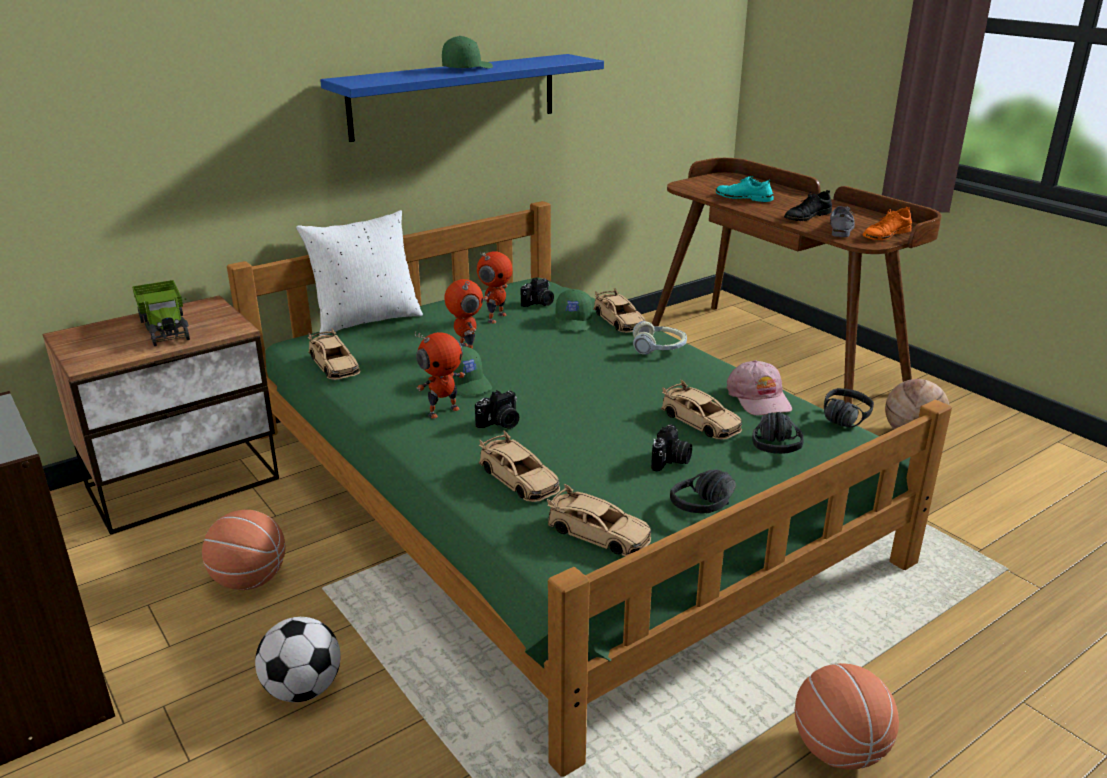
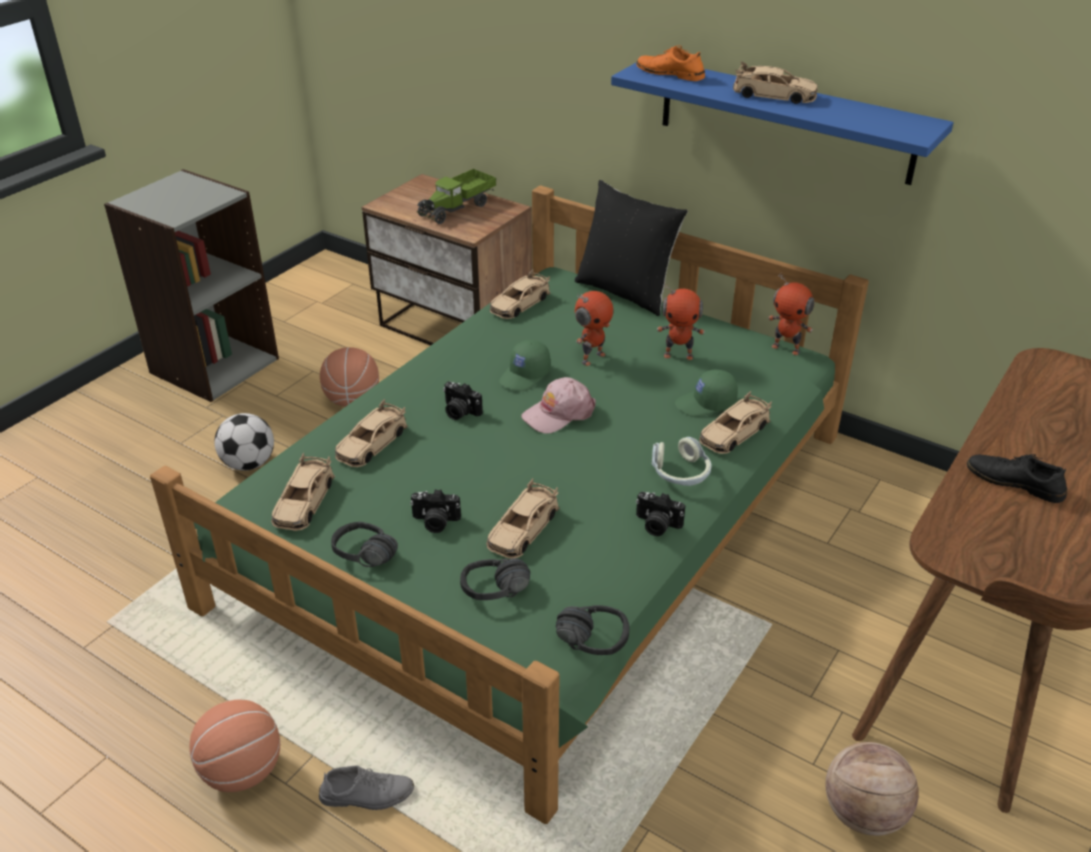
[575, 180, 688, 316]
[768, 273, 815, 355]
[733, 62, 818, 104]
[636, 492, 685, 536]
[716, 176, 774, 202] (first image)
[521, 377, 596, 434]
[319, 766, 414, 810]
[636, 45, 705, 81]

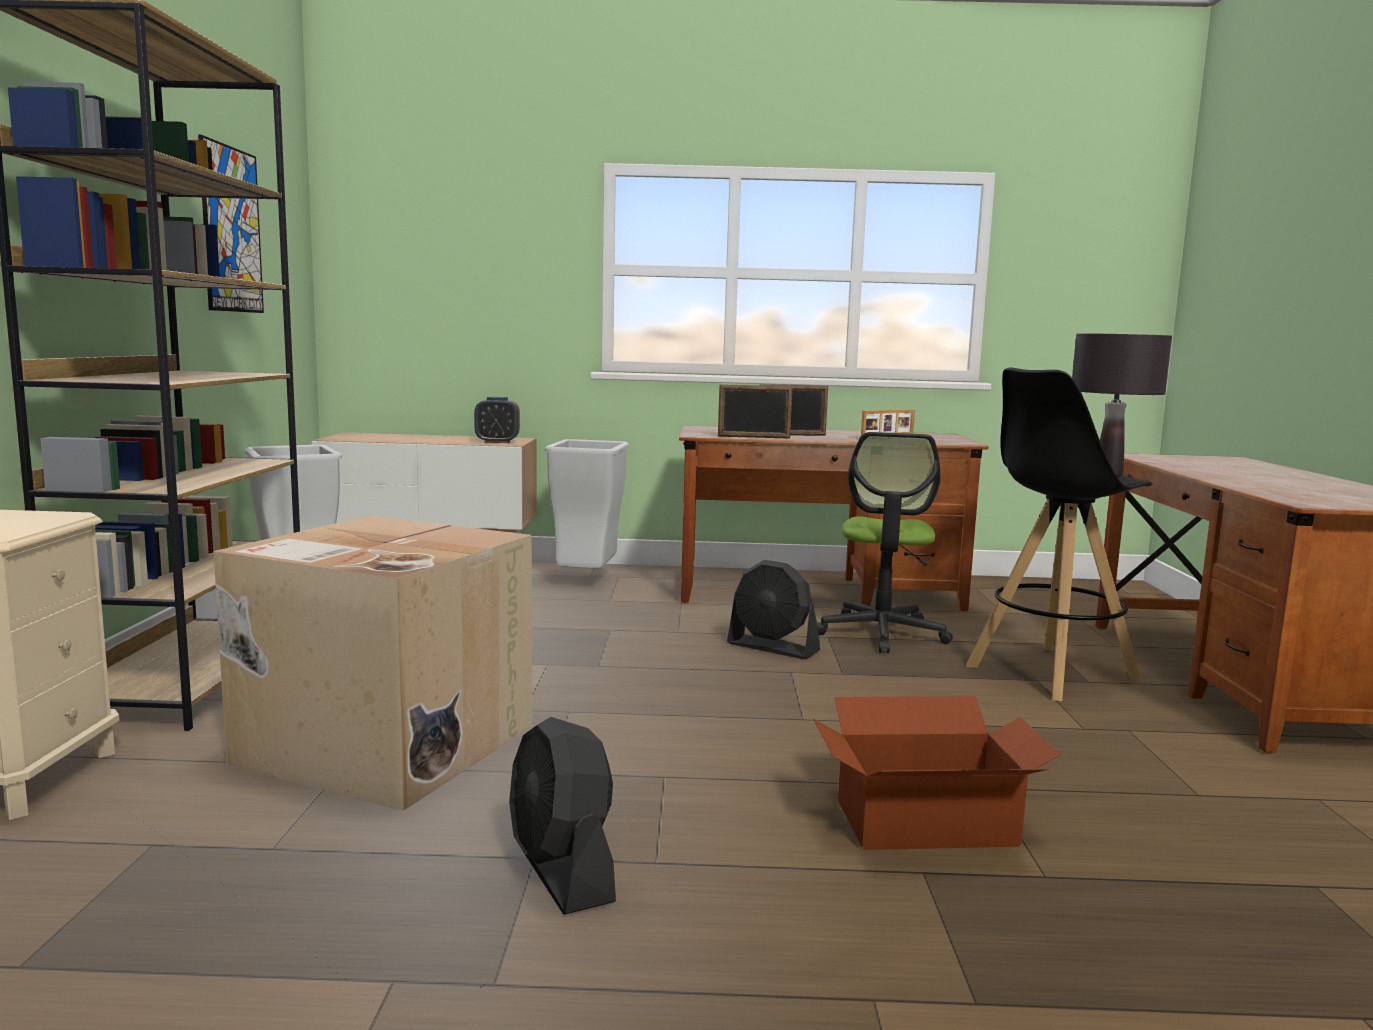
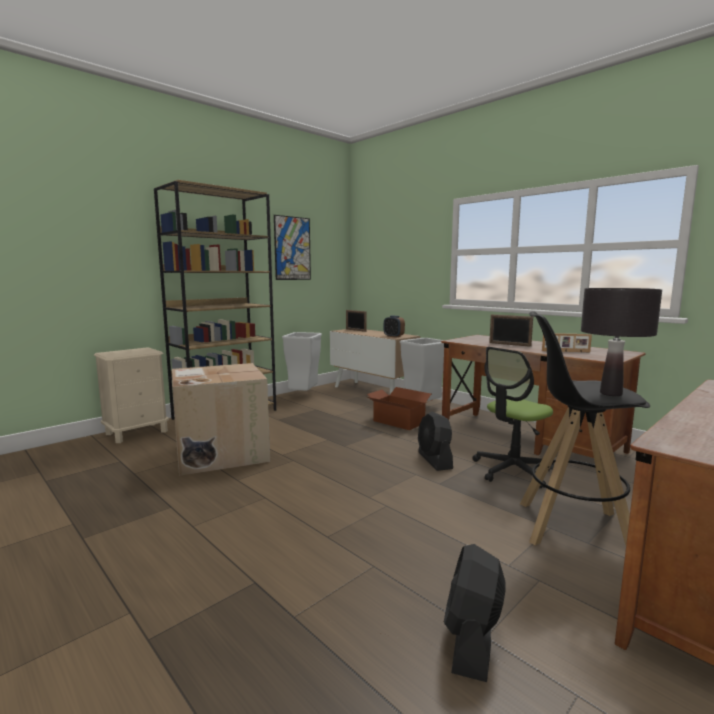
[444, 544, 506, 682]
[346, 310, 367, 332]
[367, 387, 432, 430]

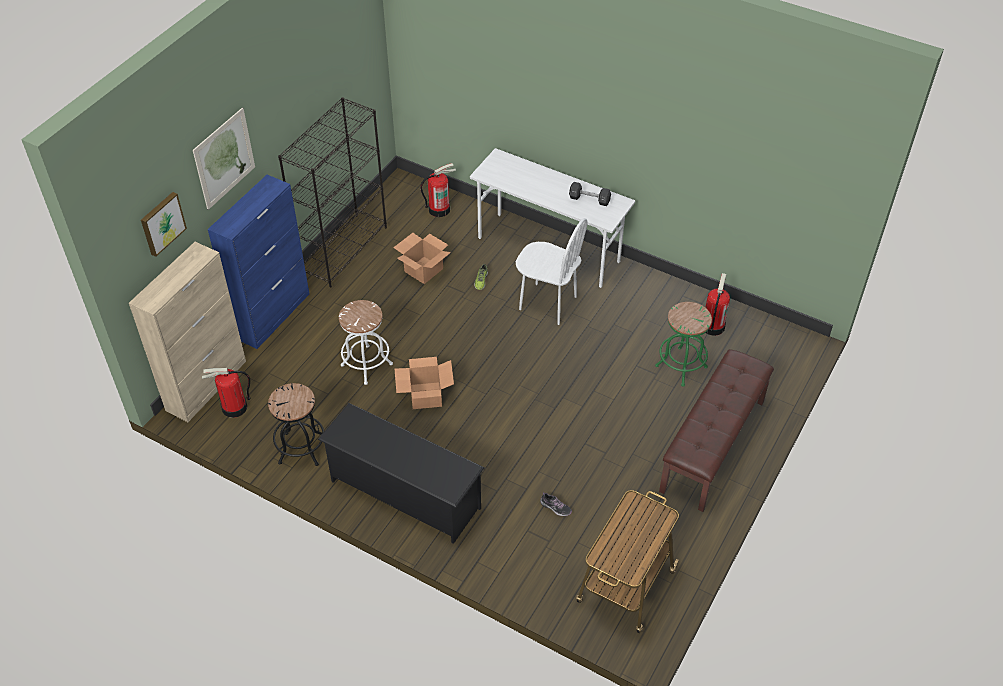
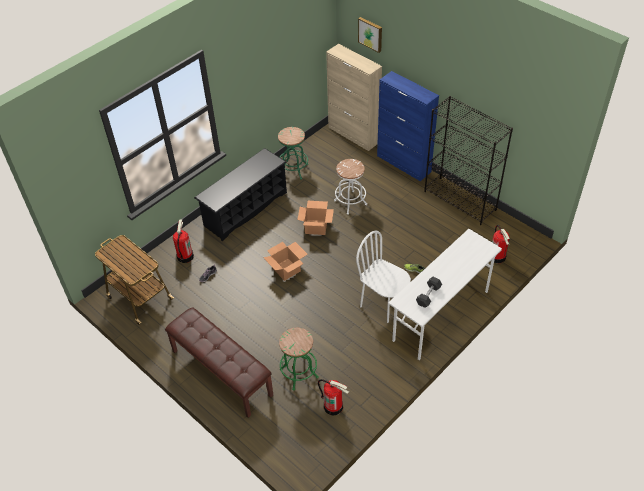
[193, 108, 255, 210] (first image)
[173, 219, 194, 263]
[278, 127, 308, 180]
[263, 242, 308, 281]
[356, 231, 411, 323]

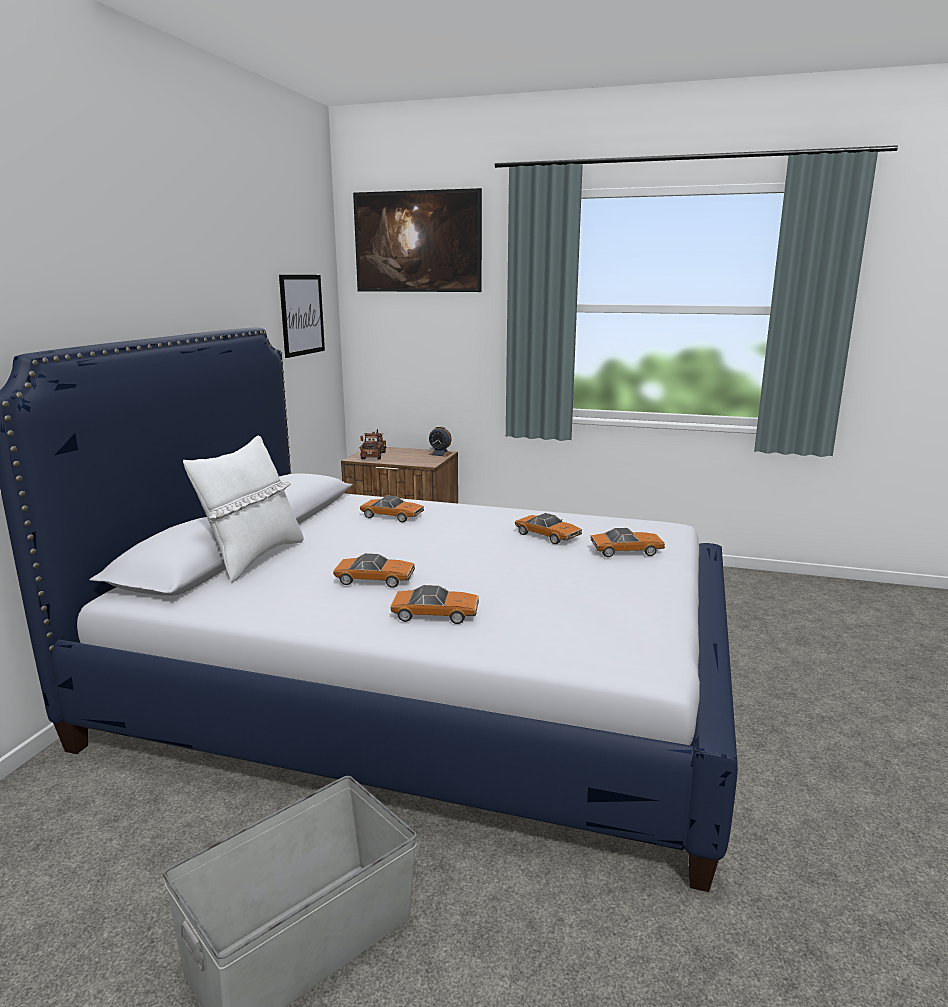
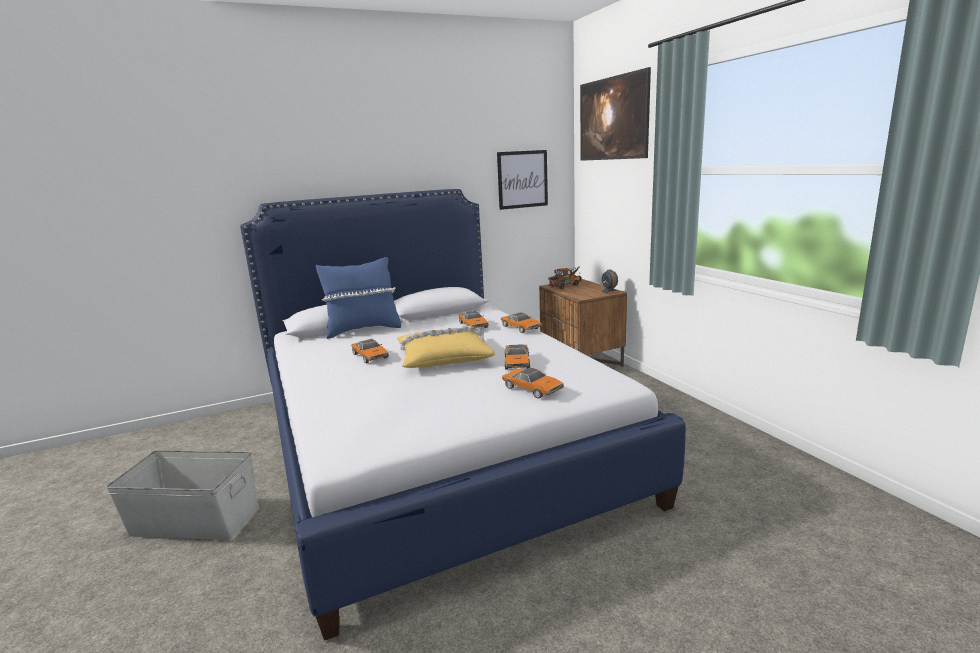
[316, 257, 401, 339]
[501, 312, 542, 333]
[397, 326, 495, 368]

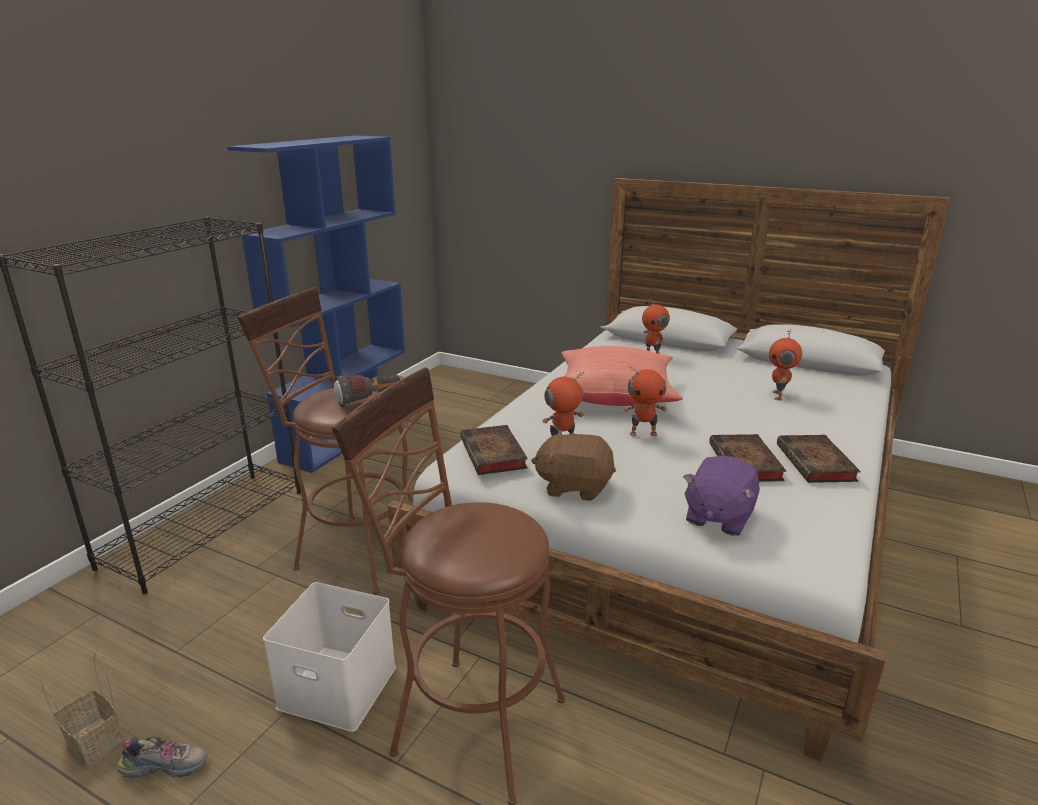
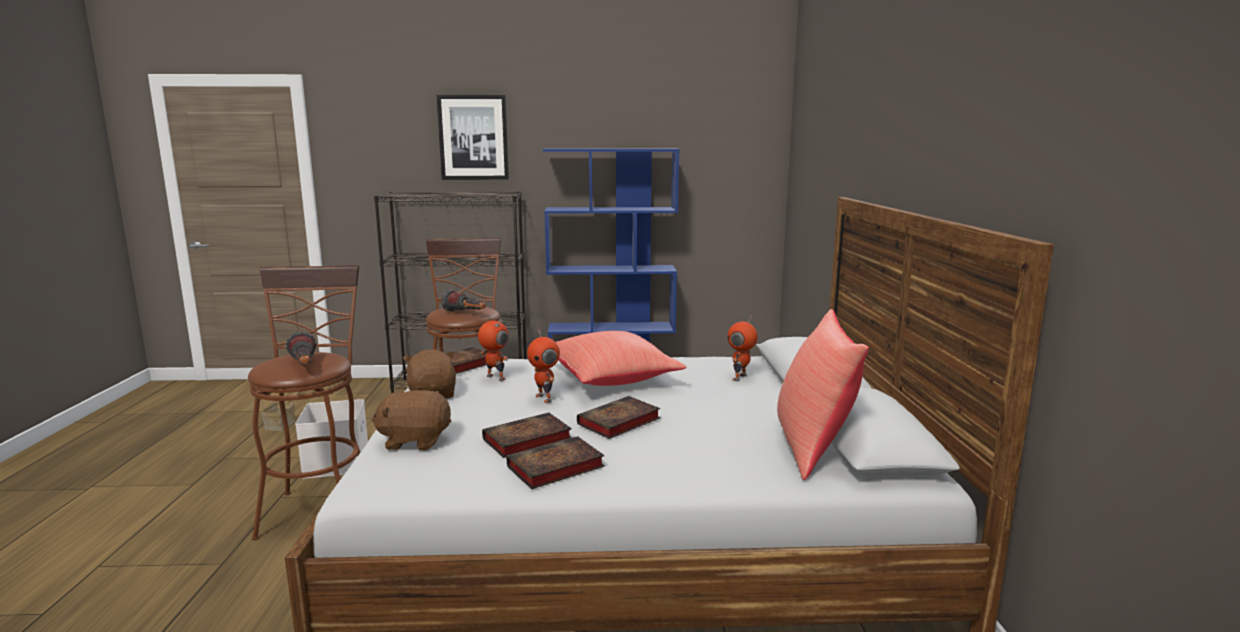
[117, 736, 207, 778] (first image)
[371, 389, 451, 450]
[769, 330, 802, 401] (first image)
[286, 332, 317, 365]
[437, 95, 509, 180]
[577, 396, 661, 439]
[777, 309, 869, 480]

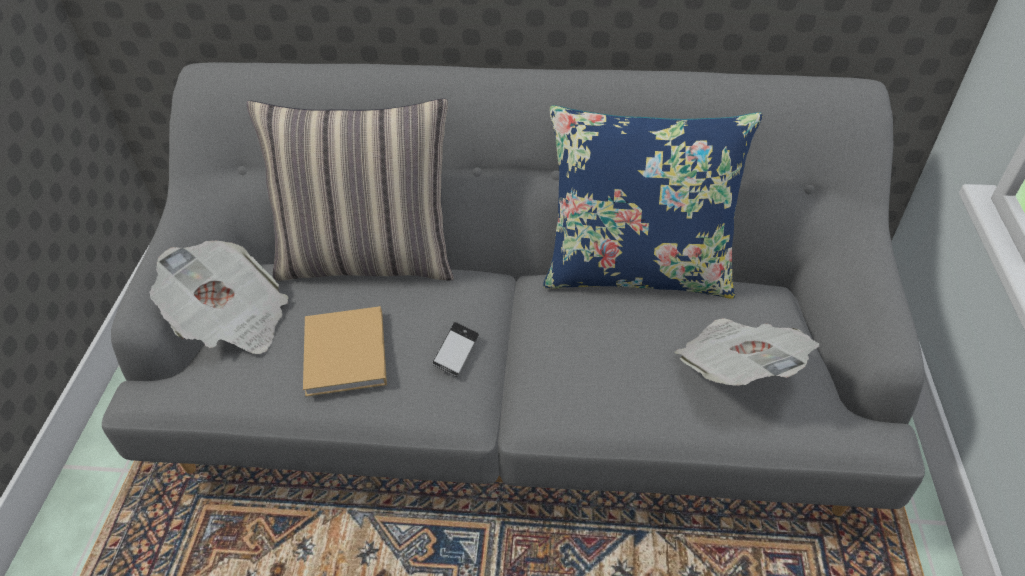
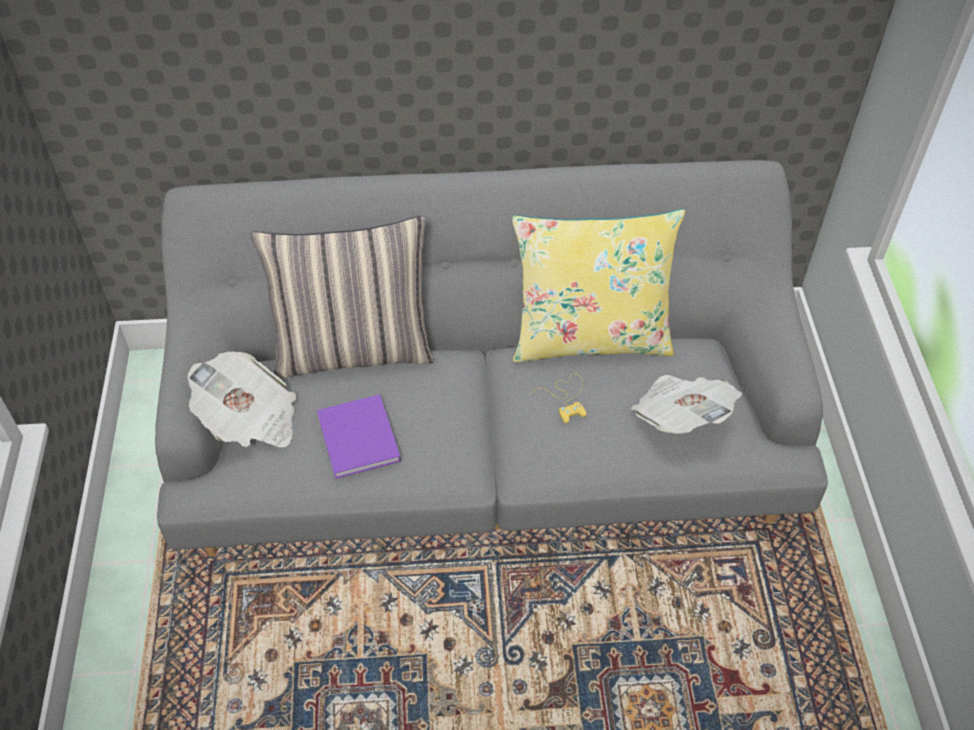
[317, 394, 401, 479]
[432, 322, 479, 377] (first image)
[512, 209, 685, 362]
[530, 374, 587, 424]

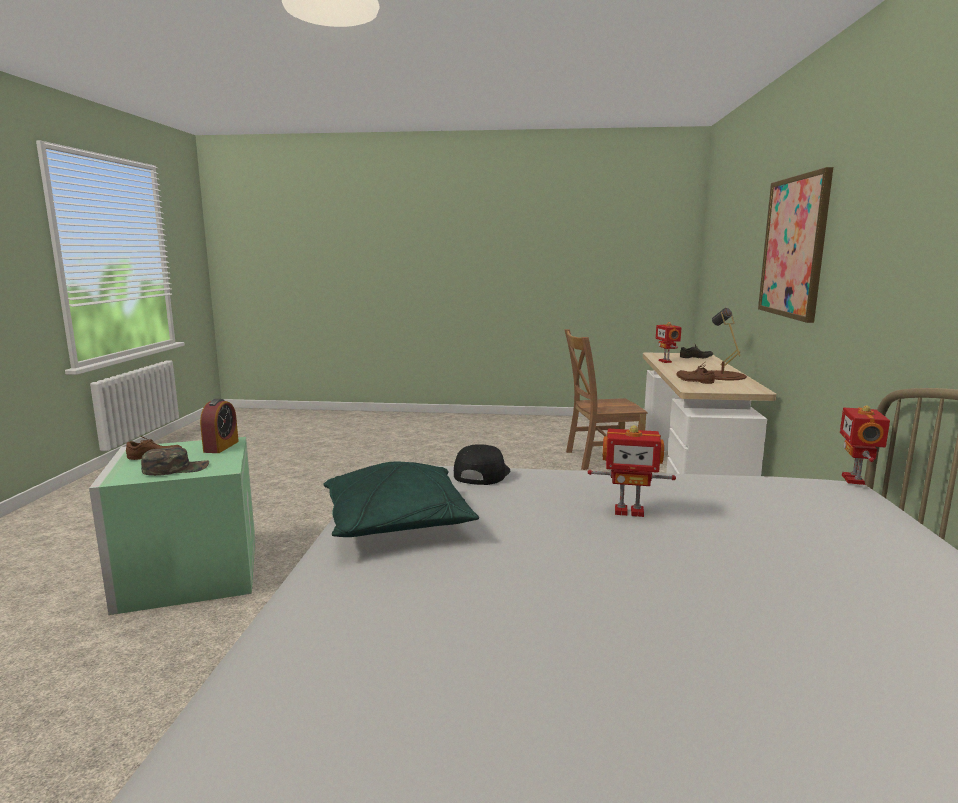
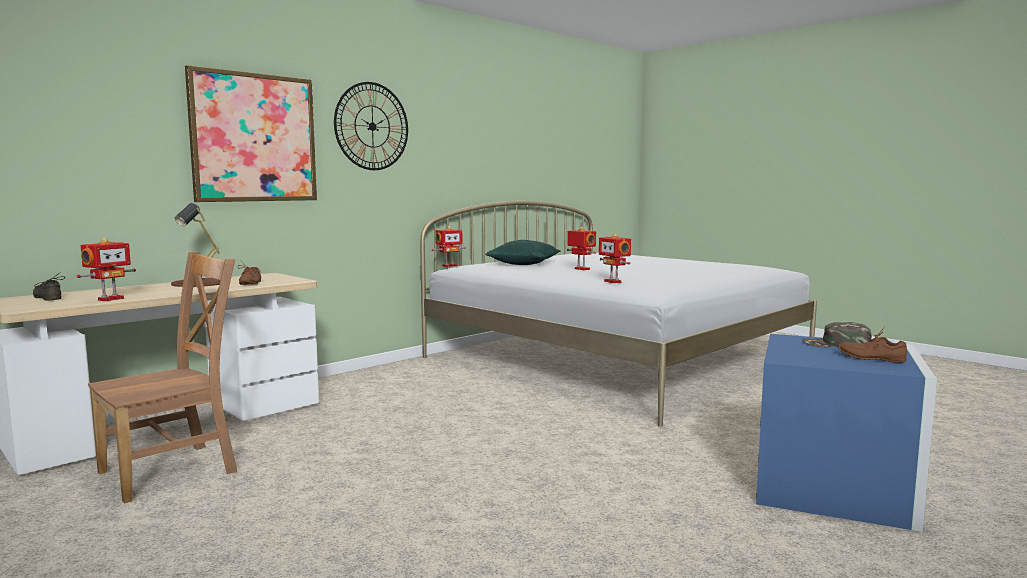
[756, 334, 937, 532]
[200, 399, 239, 453] (first image)
[485, 240, 561, 265]
[599, 233, 631, 283]
[88, 252, 237, 503]
[334, 82, 408, 170]

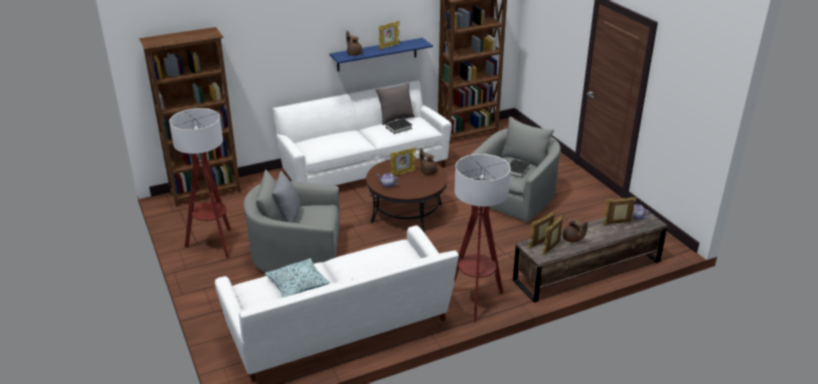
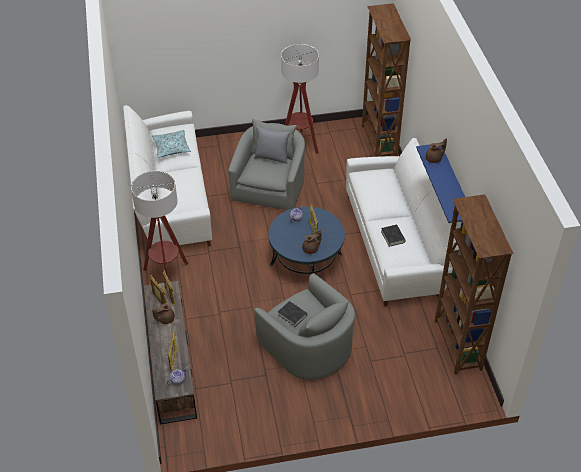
[269, 207, 345, 274]
[376, 83, 415, 125] (first image)
[378, 21, 400, 50] (first image)

